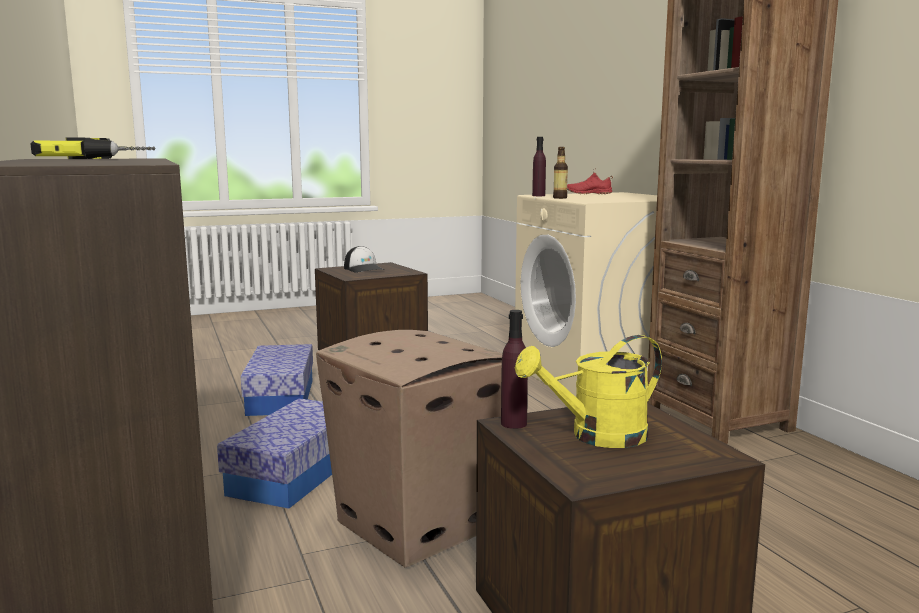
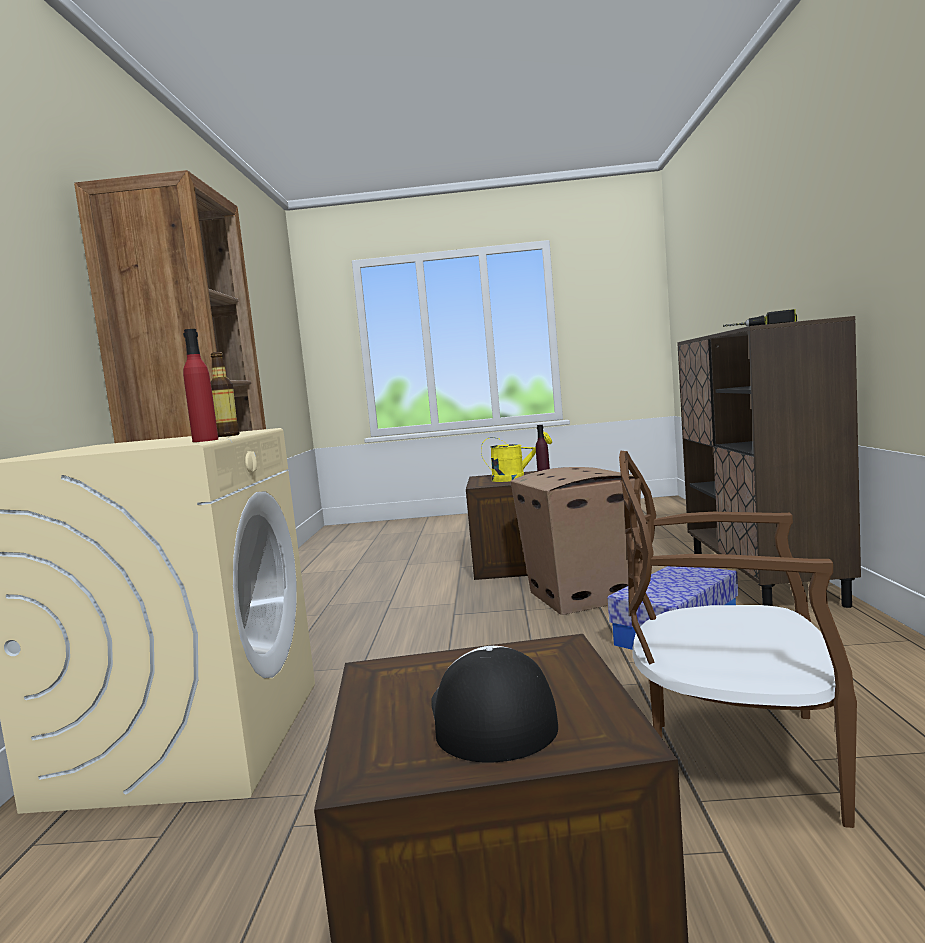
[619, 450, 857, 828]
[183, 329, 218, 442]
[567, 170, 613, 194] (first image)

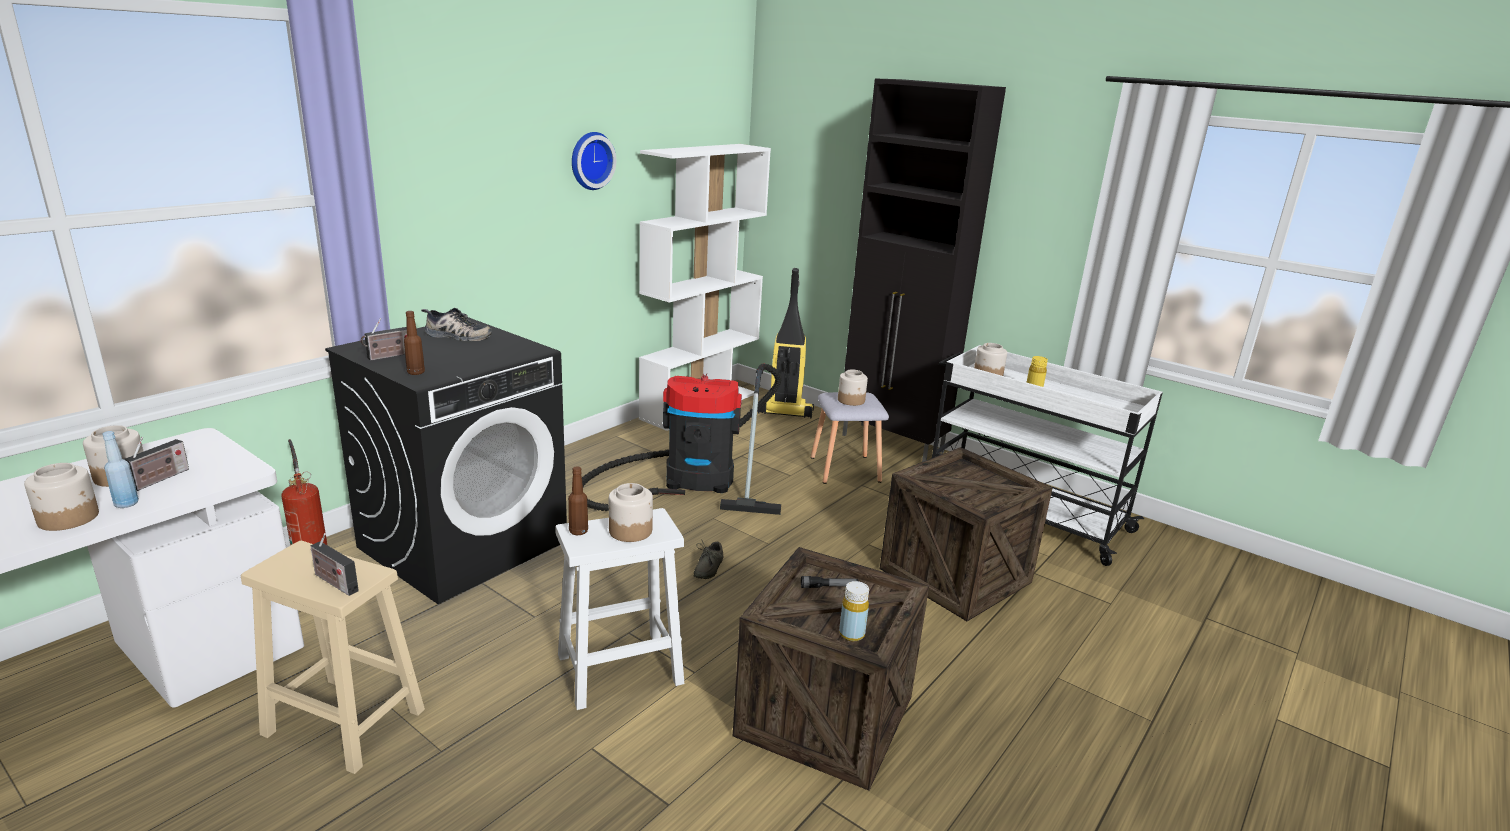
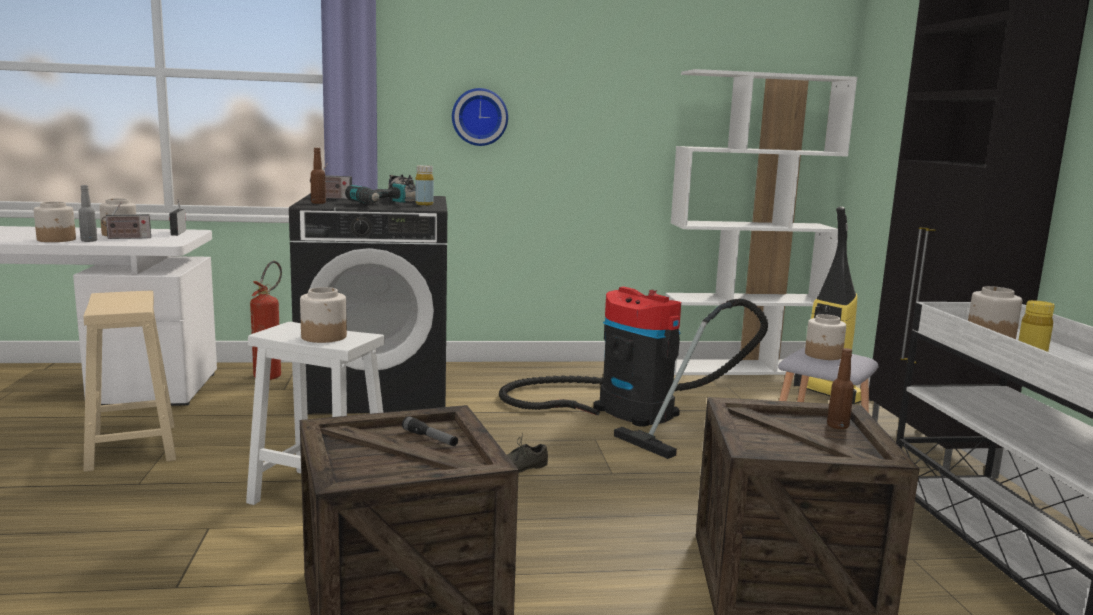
[78, 185, 97, 242]
[169, 198, 186, 236]
[827, 348, 854, 429]
[452, 88, 508, 146]
[415, 165, 434, 205]
[345, 183, 406, 203]

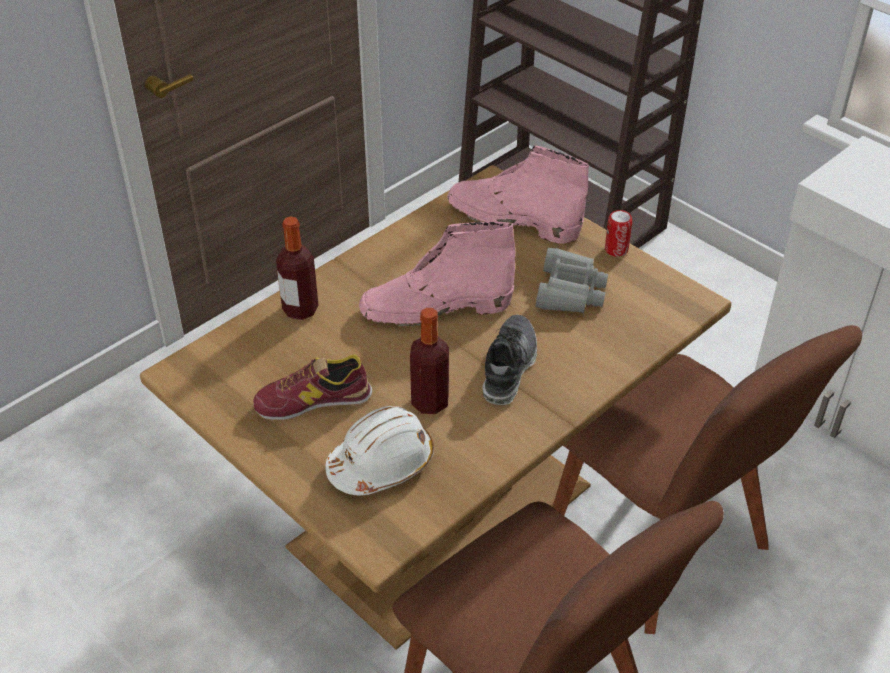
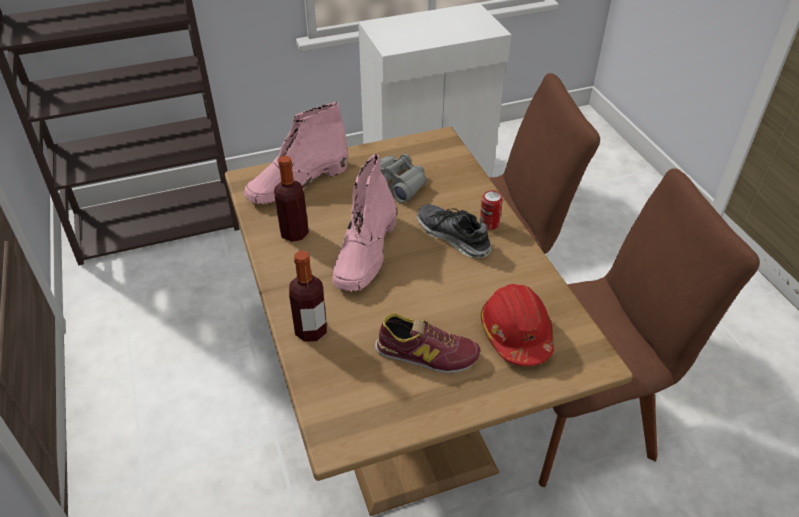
[375, 313, 481, 374]
[480, 284, 554, 366]
[274, 156, 309, 242]
[480, 190, 503, 230]

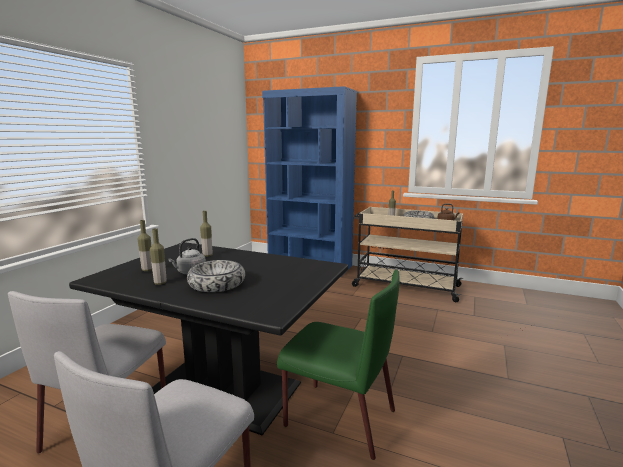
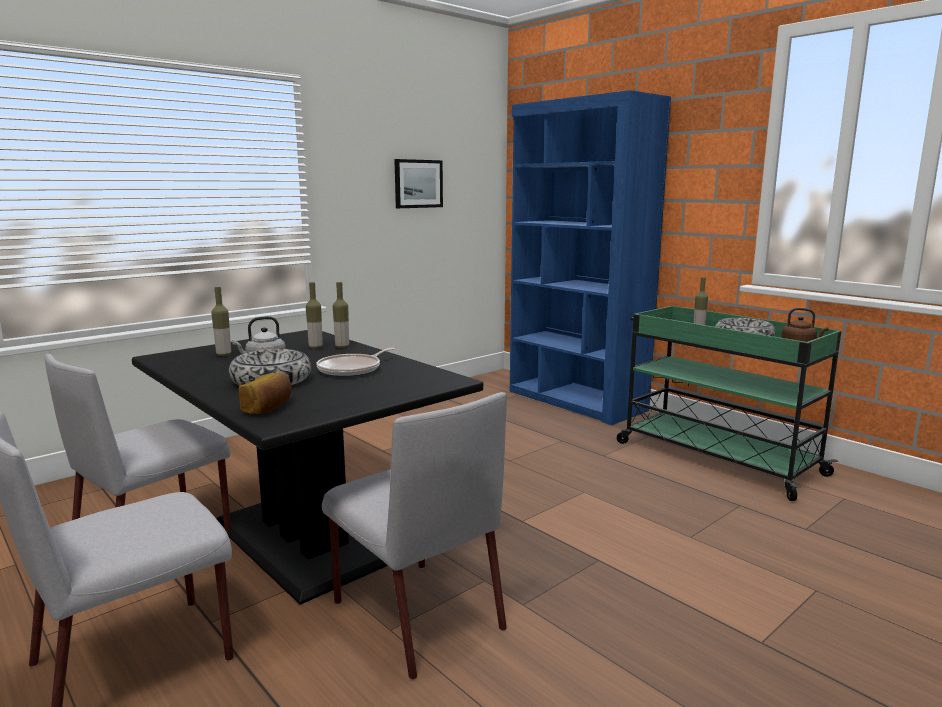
[333, 282, 349, 348]
[322, 392, 507, 680]
[617, 306, 841, 501]
[239, 373, 292, 414]
[317, 347, 395, 377]
[394, 159, 443, 208]

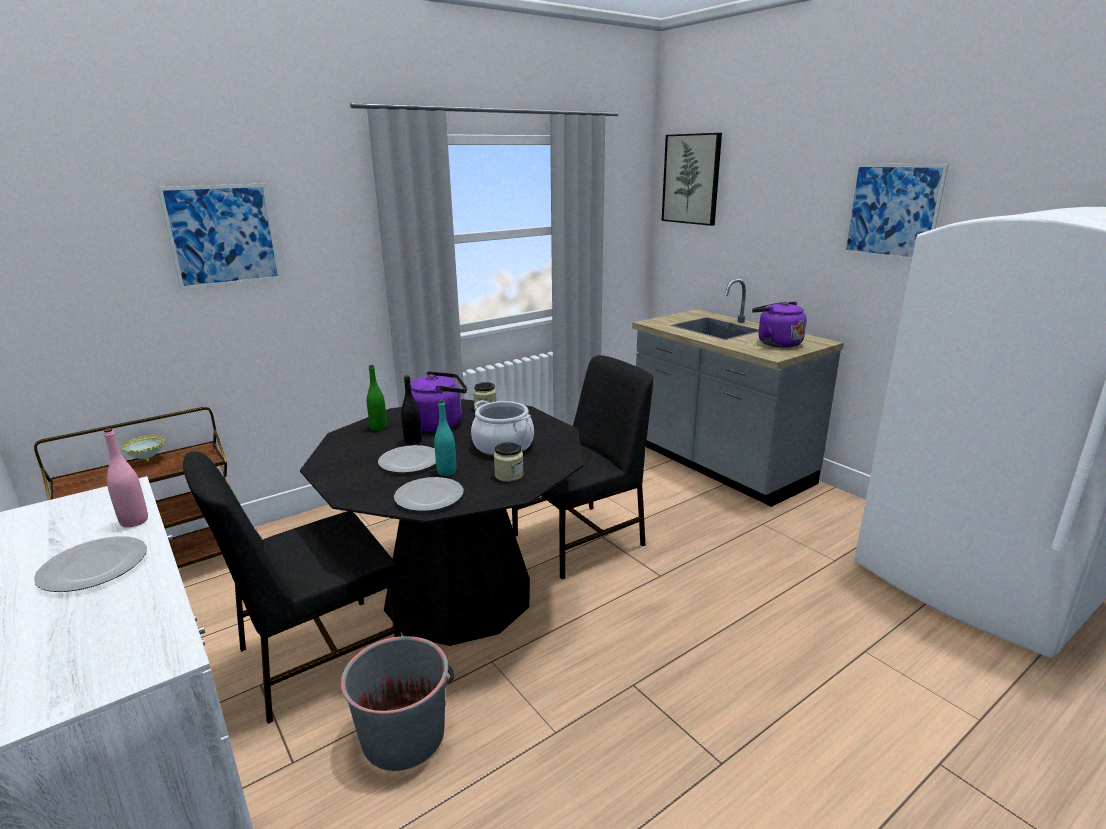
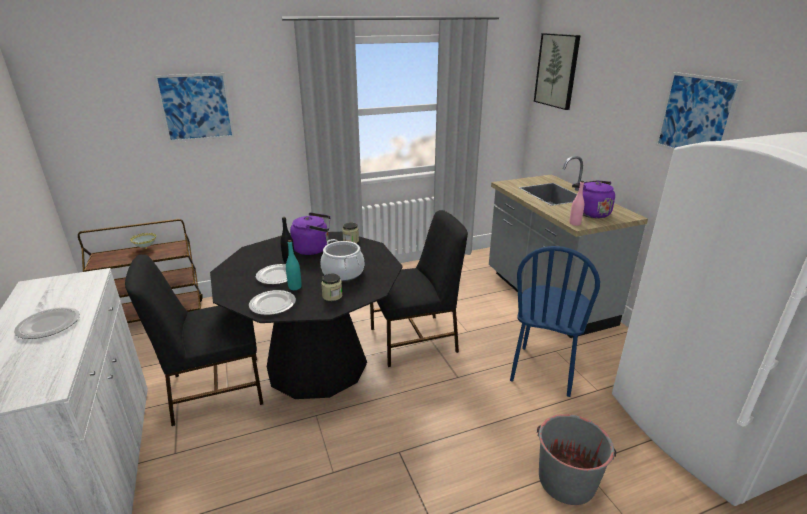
[569, 181, 584, 226]
[537, 414, 616, 505]
[367, 365, 387, 431] (first image)
[510, 246, 600, 397]

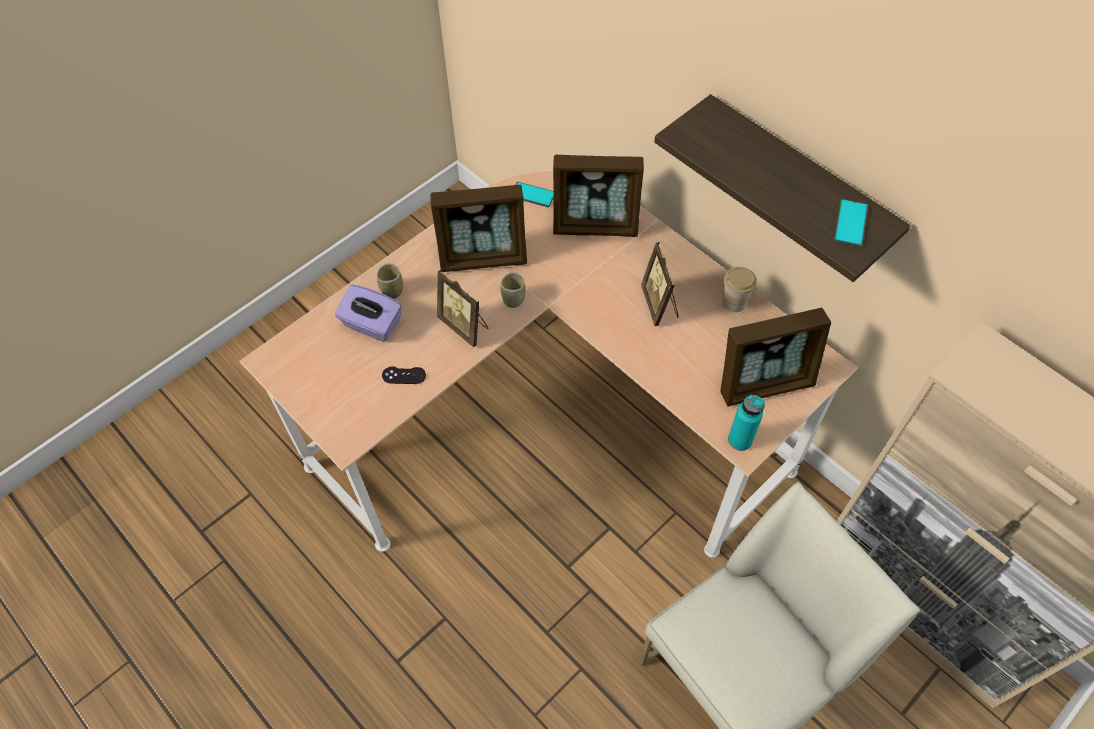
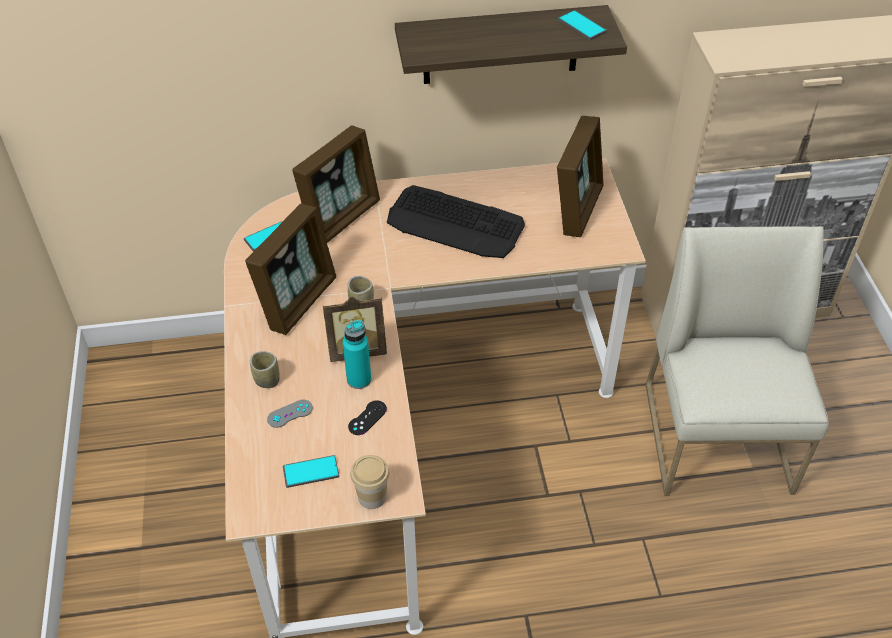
[267, 400, 313, 428]
[387, 185, 525, 258]
[350, 455, 389, 509]
[343, 320, 371, 389]
[283, 455, 339, 488]

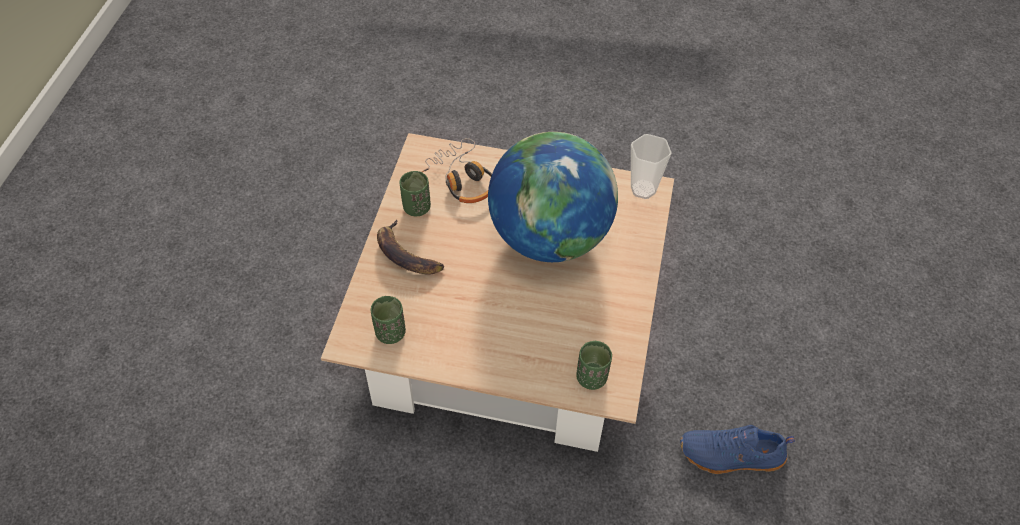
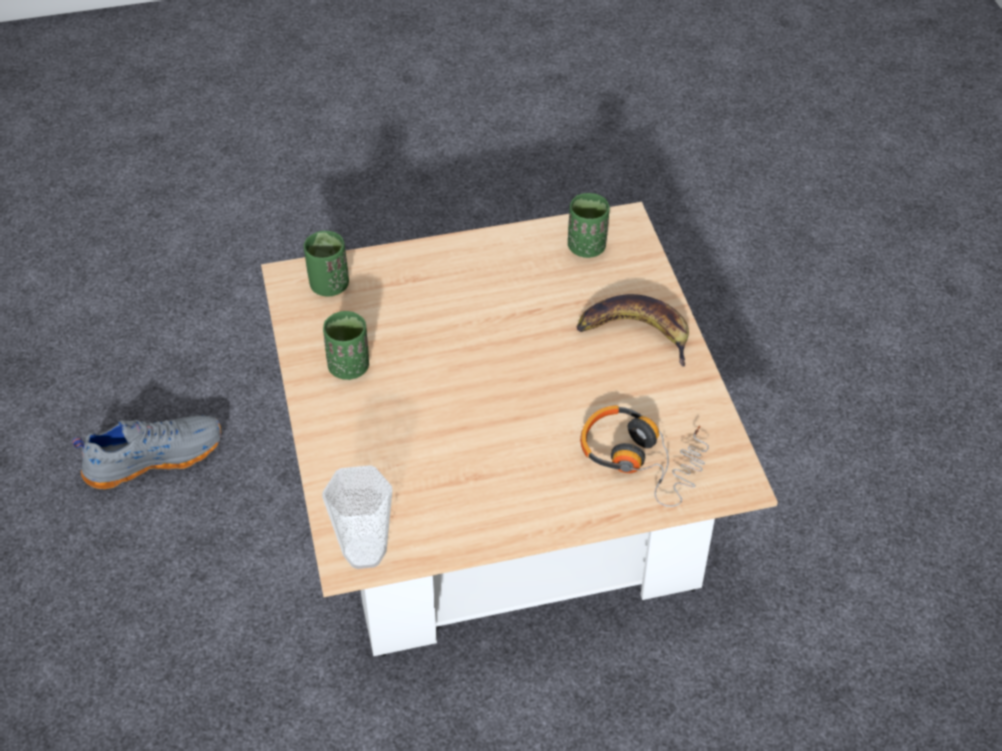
[323, 311, 369, 380]
[488, 132, 618, 262] (first image)
[72, 415, 221, 489]

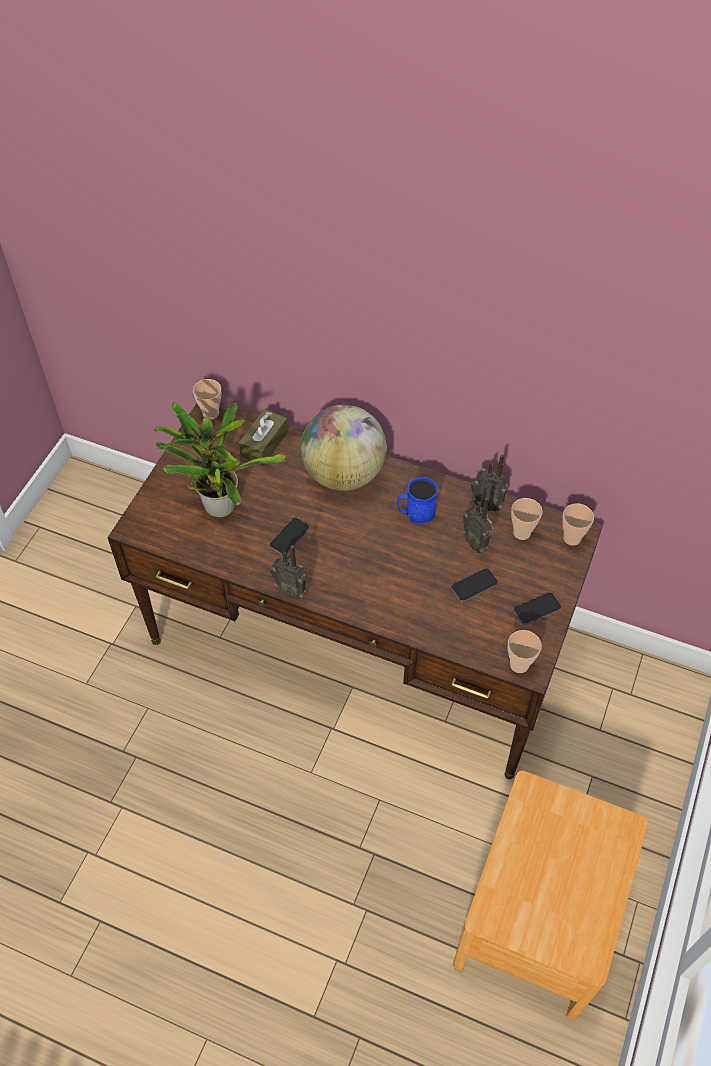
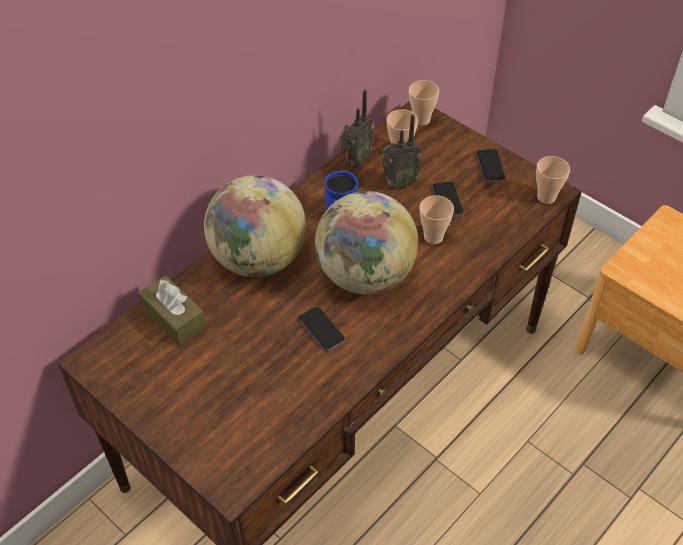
[154, 402, 286, 517] (first image)
[420, 195, 454, 244]
[270, 545, 307, 600] (first image)
[315, 191, 418, 294]

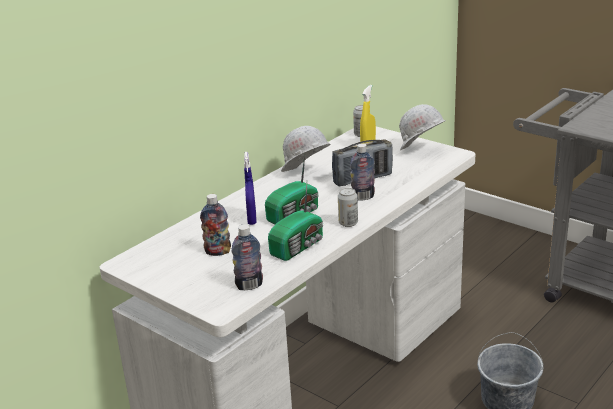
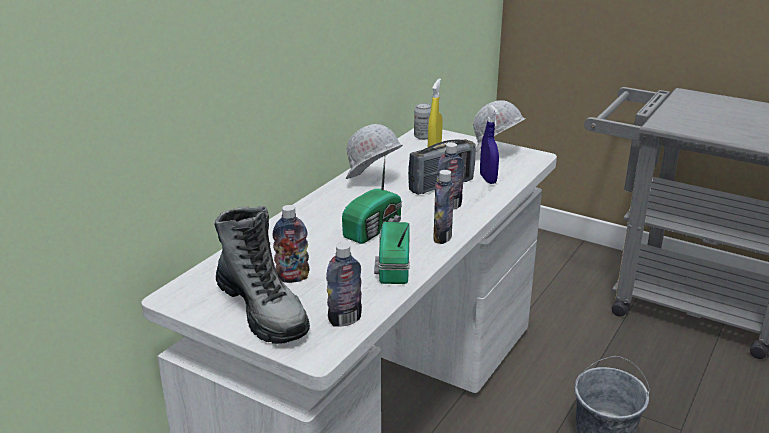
[480, 105, 499, 184]
[374, 222, 410, 284]
[433, 170, 454, 244]
[215, 206, 310, 344]

